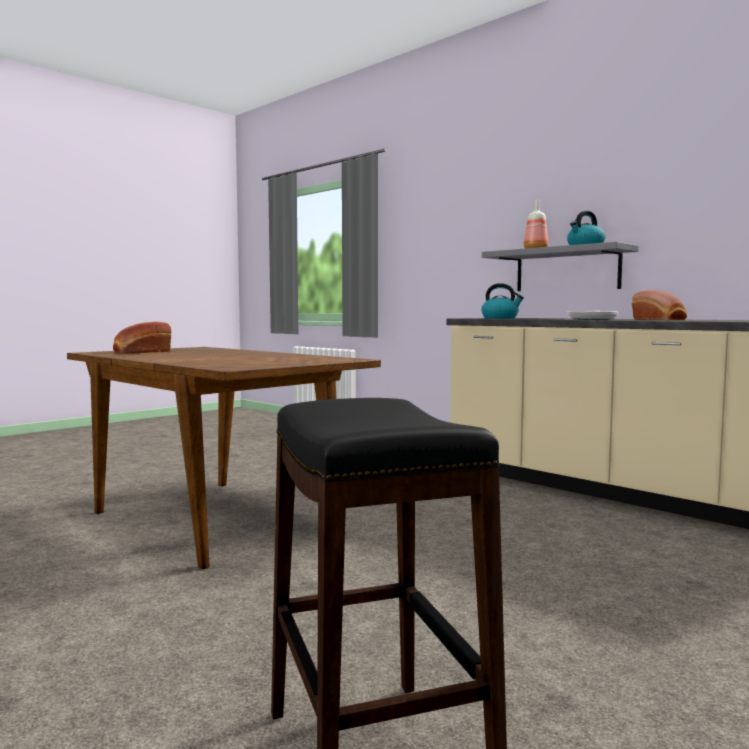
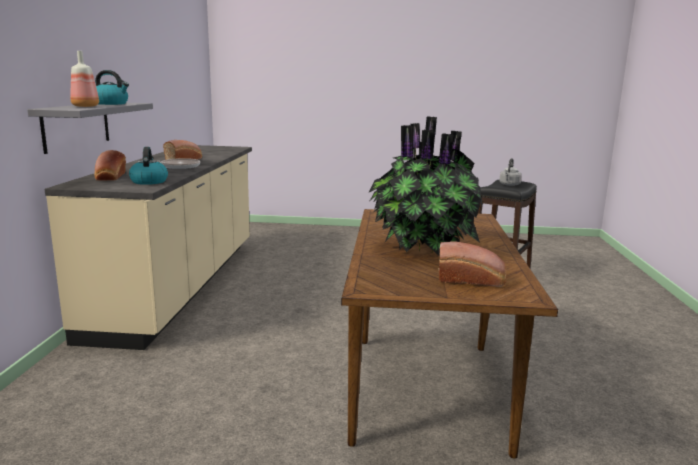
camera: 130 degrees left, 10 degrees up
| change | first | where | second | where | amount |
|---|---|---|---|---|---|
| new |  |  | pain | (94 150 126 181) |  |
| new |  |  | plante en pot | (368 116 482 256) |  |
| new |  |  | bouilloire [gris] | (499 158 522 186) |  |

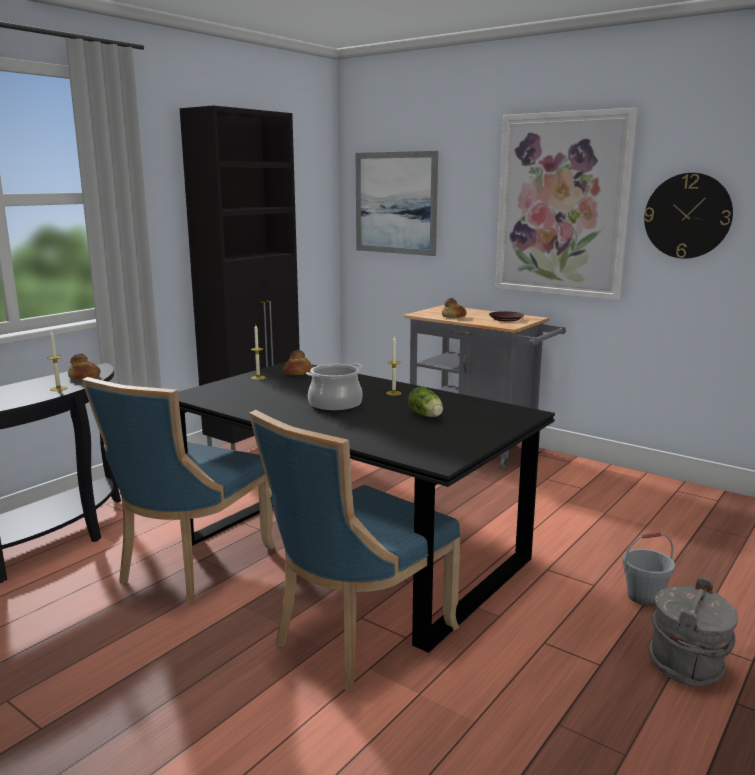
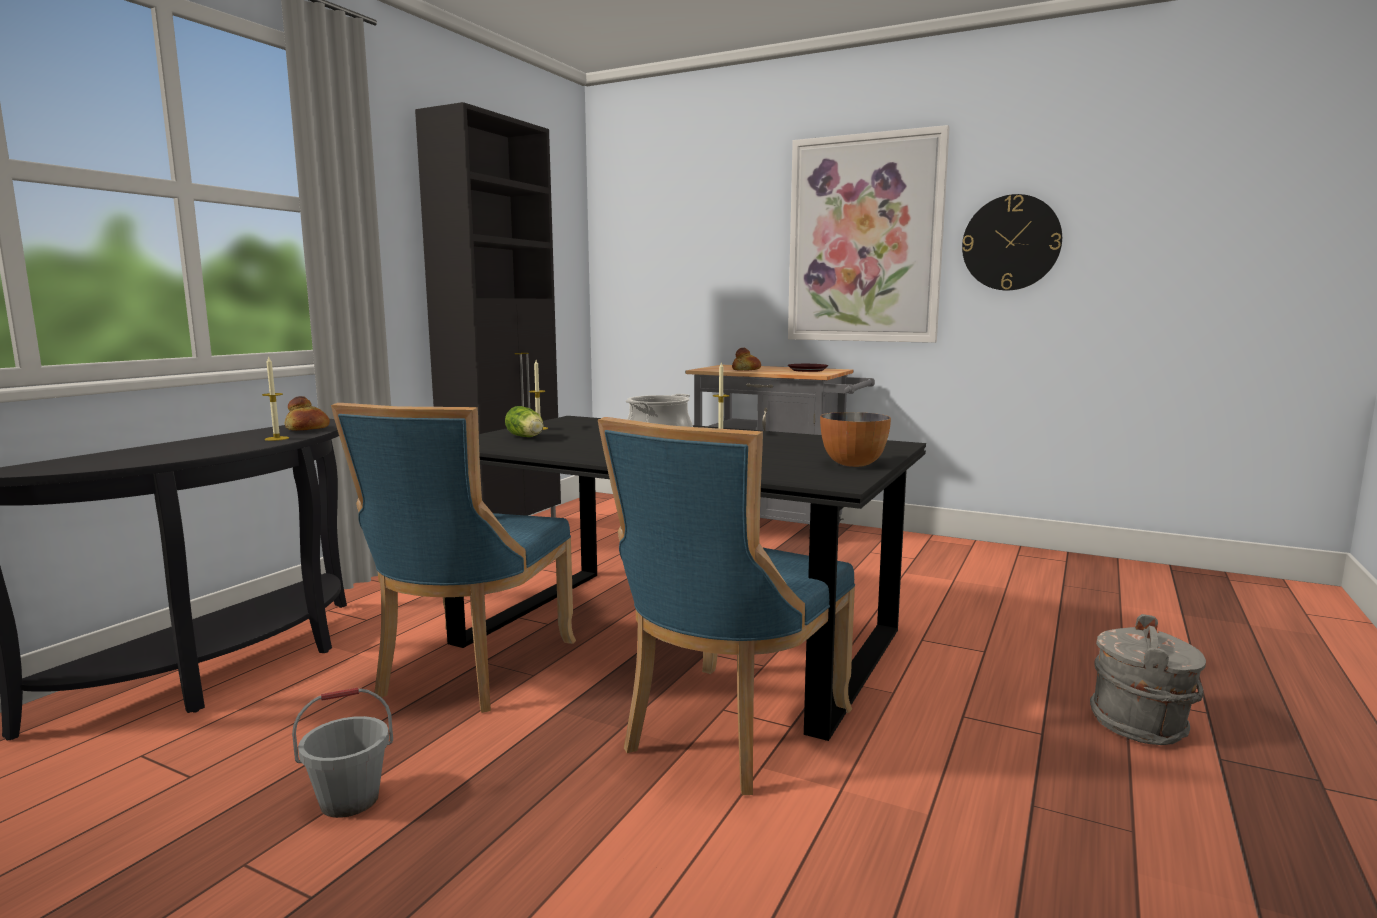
camera: 10 degrees left, 5 degrees down
| change | first | where | second | where | amount |
|---|---|---|---|---|---|
| shifted | seau [gris] | (622 532 675 606) |  | (292 688 393 818) |  |
| shifted | laitue | (408 387 443 417) |  | (505 406 543 437) |  |
| new |  |  | bol | (820 412 891 467) |  |
| gone | pain | (283 350 313 375) |  |  |  |
| gone | tableau | (356 151 438 256) |  |  |  |

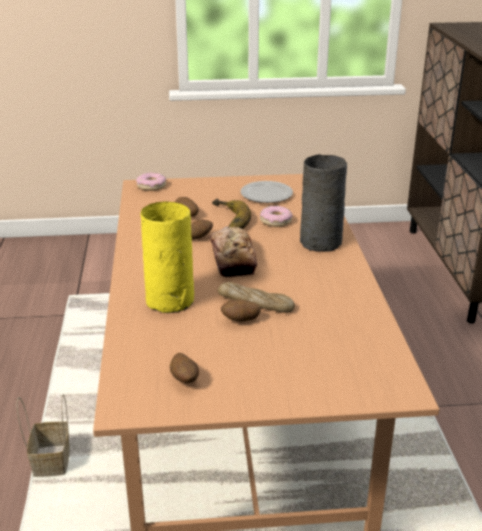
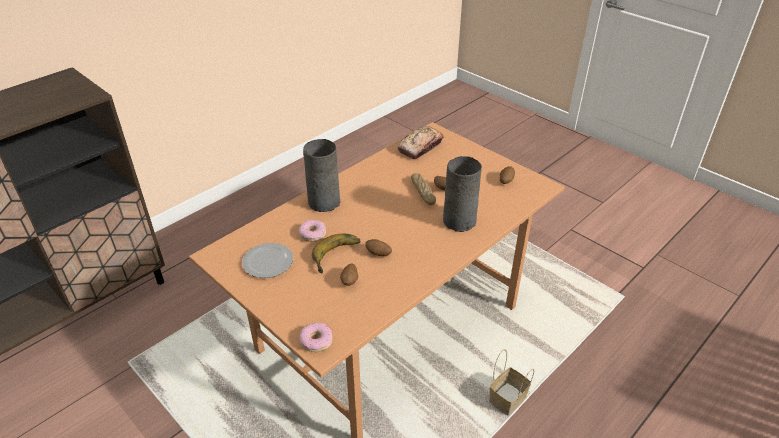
camera: 130 degrees left, 10 degrees up
| change | first | where | second | where | amount |
|---|---|---|---|---|---|
| shifted | pain | (210 227 257 277) |  | (397 126 444 159) |  |
| repainted | vase [jaune] | (141 201 194 313) | vase [gris] | (443 156 482 232) |  |

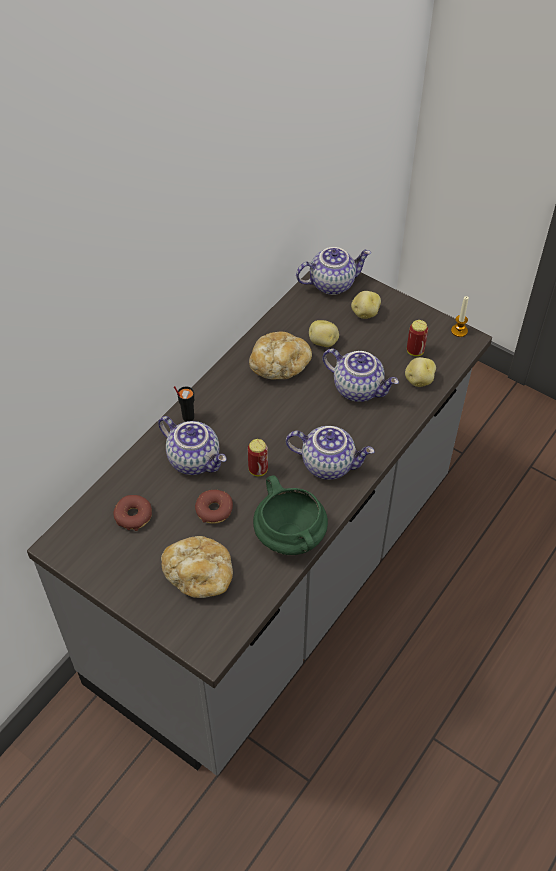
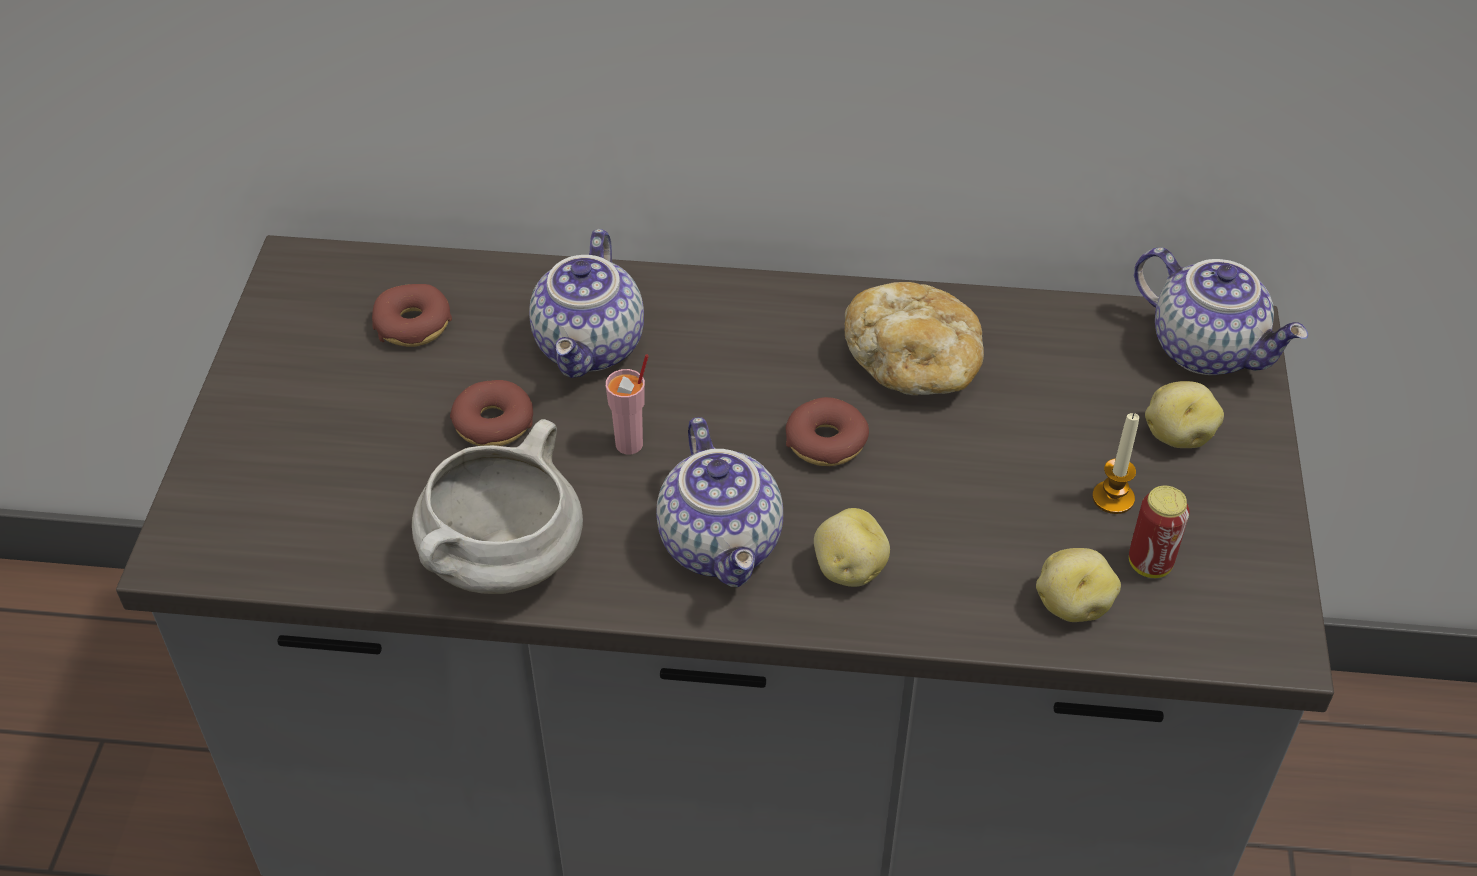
camera: 60 degrees right, 5 degrees down
| change | first | where | second | where | amount |
|---|---|---|---|---|---|
| repainted | marmite [vert] | (253 475 328 555) | marmite [blanc] | (412 419 583 594) |  |
| swapped | boîte métallique | (248 439 268 476) | tasse [rose] | (606 354 648 454) |  |
| new |  |  | beignet | (786 397 869 466) |  |
| shifted | pomme de terre | (309 320 339 347) |  | (814 508 890 587) |  |
| shifted | bougie | (451 296 469 337) |  | (1092 413 1139 514) |  |
| gone | pain | (161 536 233 598) |  |  |  |
| gone | tasse [noir] | (174 386 194 422) |  |  |  |
| gone | théière | (322 348 399 402) |  |  |  |

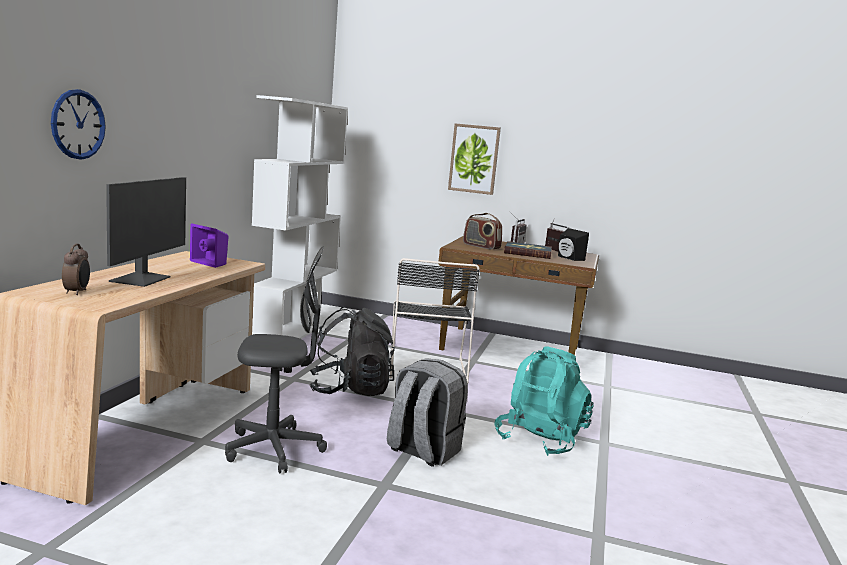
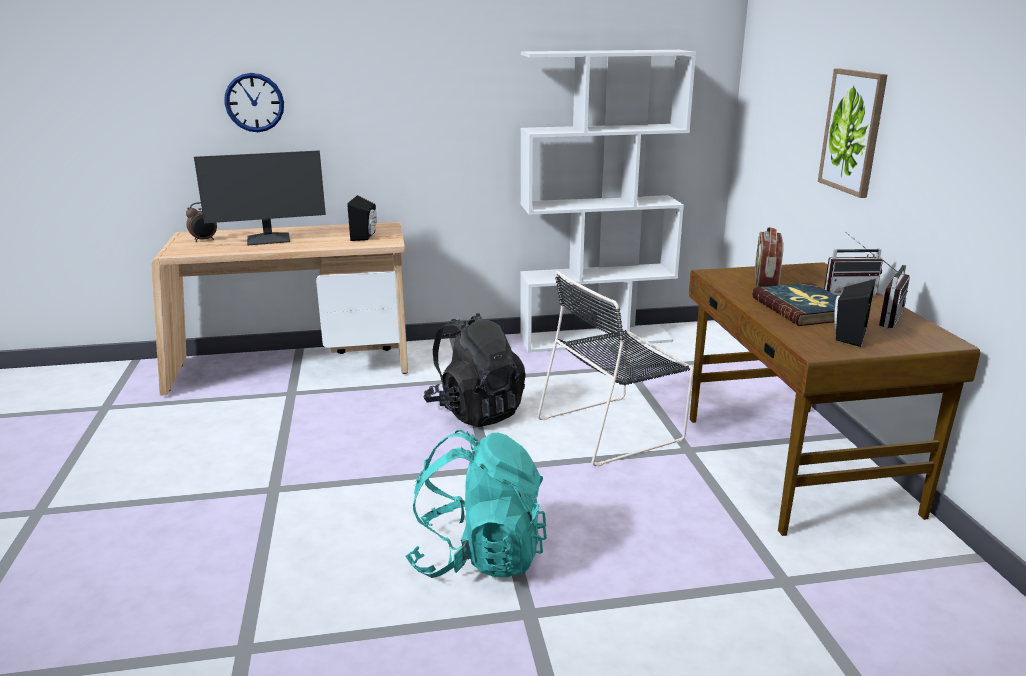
camera: 65 degrees right, 10 degrees up
| change | first | where | second | where | amount |
|---|---|---|---|---|---|
| repainted | enceinte [violet] | (190 223 229 268) | enceinte [noir] | (347 195 377 241) |  |
| gone | chaise de bureau [gris] | (225 246 327 473) |  |  |  |
| gone | sac à dos [gris] | (387 358 468 467) |  |  |  |

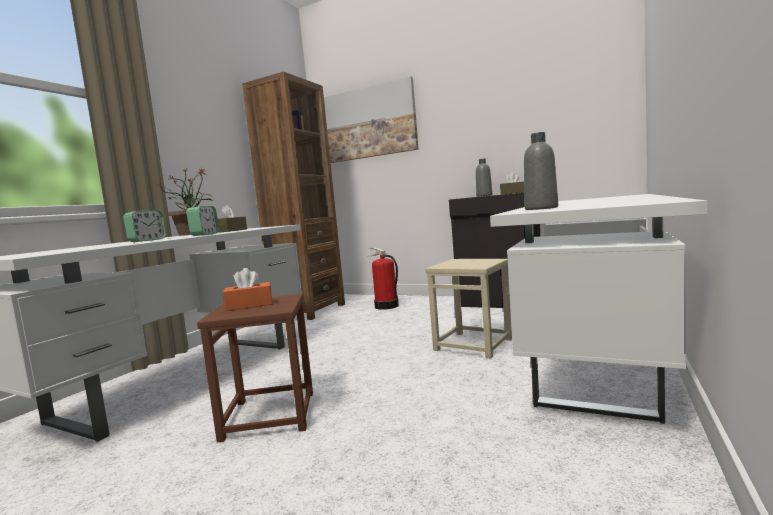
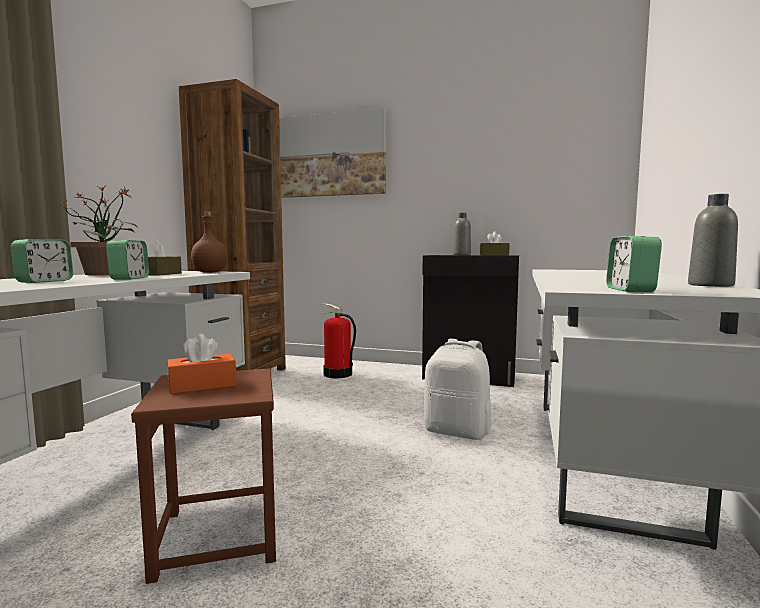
camera: 10 degrees left, 0 degrees up
| change | first | where | second | where | amount |
|---|---|---|---|---|---|
| new |  |  | bouteille [marron] | (191 211 228 273) |  |
| swapped | tabouret [beige] | (425 259 512 359) | sac à dos [blanc] | (423 339 491 440) |  |
| new |  |  | réveil | (606 236 662 292) |  |
| shifted | bouteille [gris] | (524 132 558 210) |  | (688 194 738 287) |  |

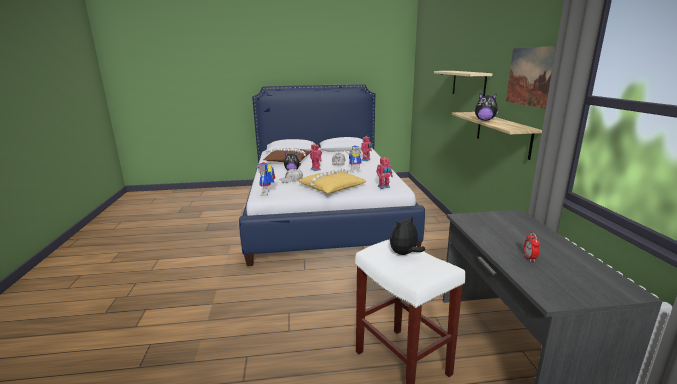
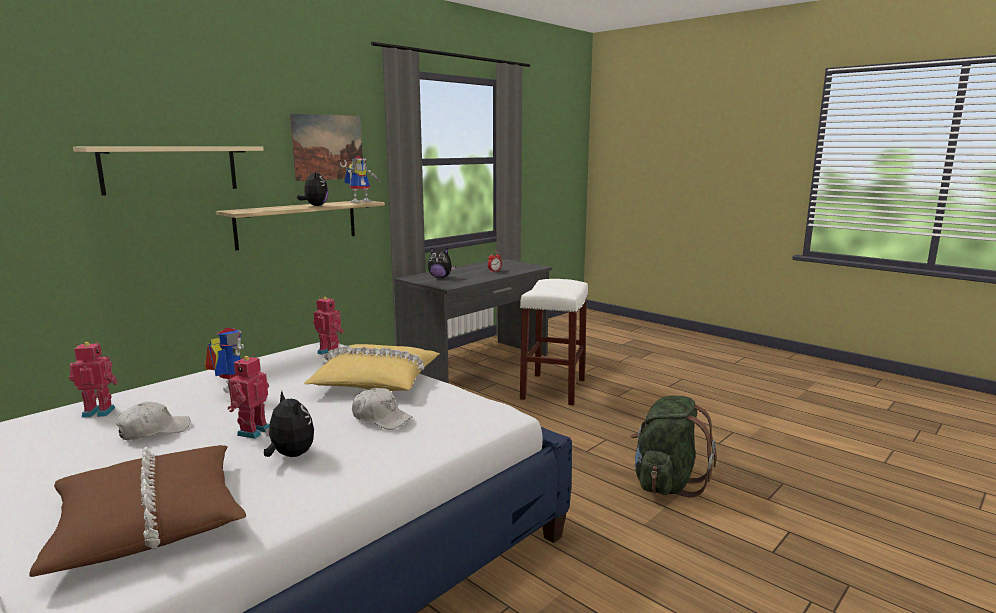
camera: 130 degrees left, 5 degrees down
| change | first | where | second | where | amount |
|---|---|---|---|---|---|
| shifted | robot jouet | (257 162 275 196) |  | (340 156 381 203) |  |
| shifted | peluche | (390 215 425 255) |  | (428 247 455 278) |  |
| new |  |  | sac à dos [vert] | (630 395 717 497) |  |

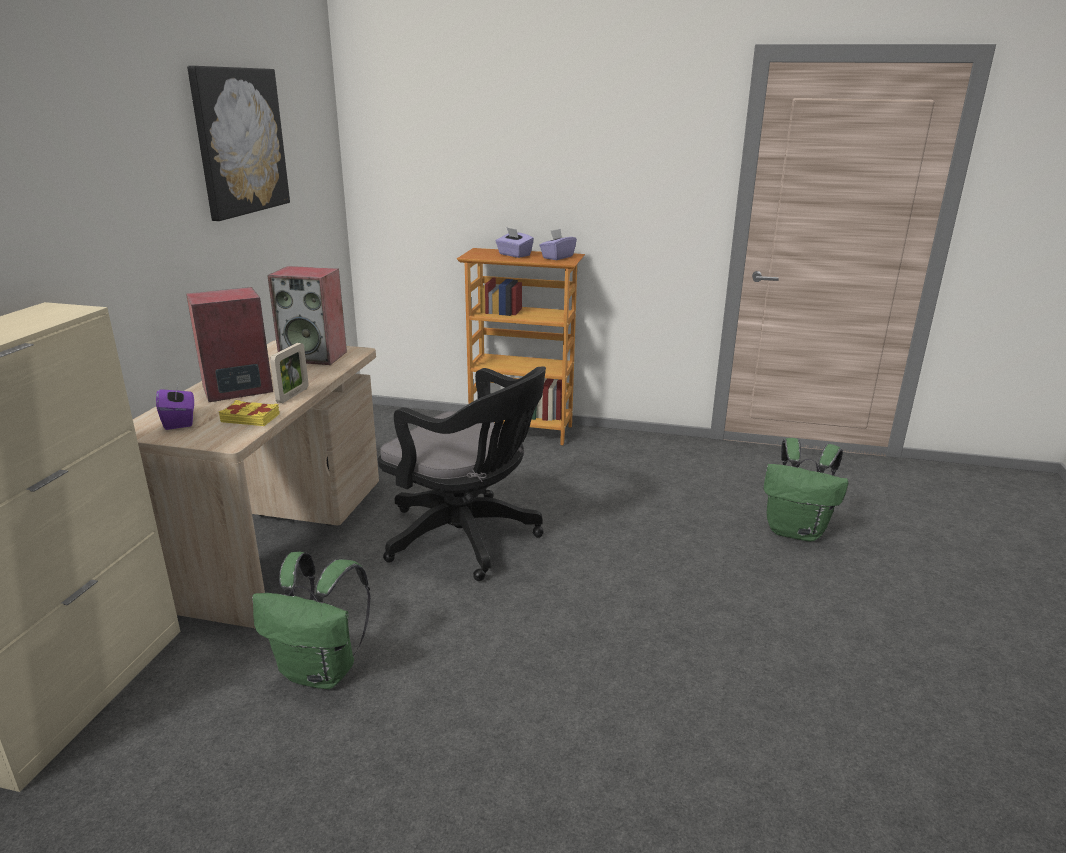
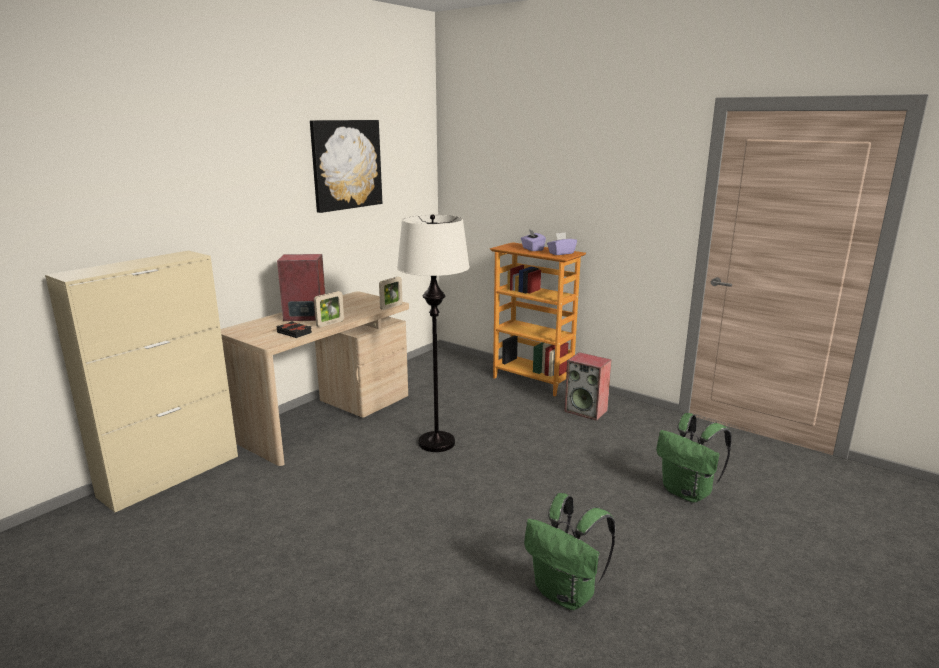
camera: 25 degrees right, 5 degrees down
| change | first | where | second | where | amount |
|---|---|---|---|---|---|
| repainted | livre [jaune] | (219 400 280 426) | livre [noir] | (277 321 312 338) |  |
| new |  |  | cadre photo | (379 277 402 310) |  |
| swapped | chaise de bureau [noir] | (378 366 546 581) | lampadaire [blanc] | (397 215 470 452) |  |
| shifted | sac à dos [vert] | (252 552 371 689) |  | (524 493 615 610) |  |
| shifted | enceinte | (267 266 347 365) |  | (564 352 612 421) |  |
| gone | boîte à mouchoirs [violet] | (156 381 194 430) |  |  |  |

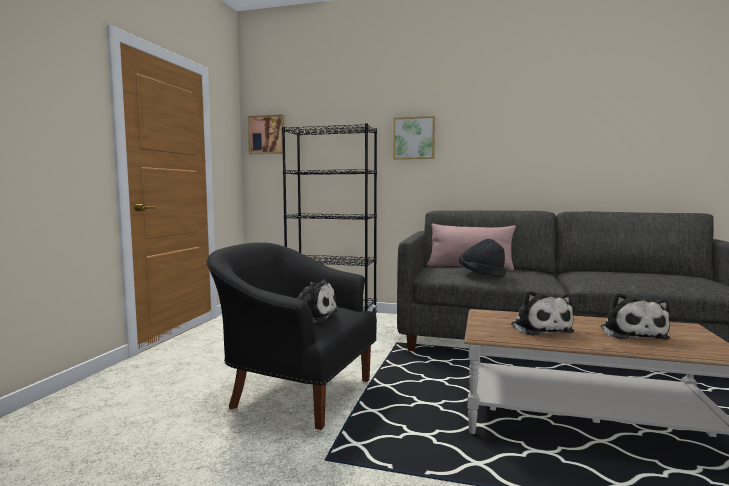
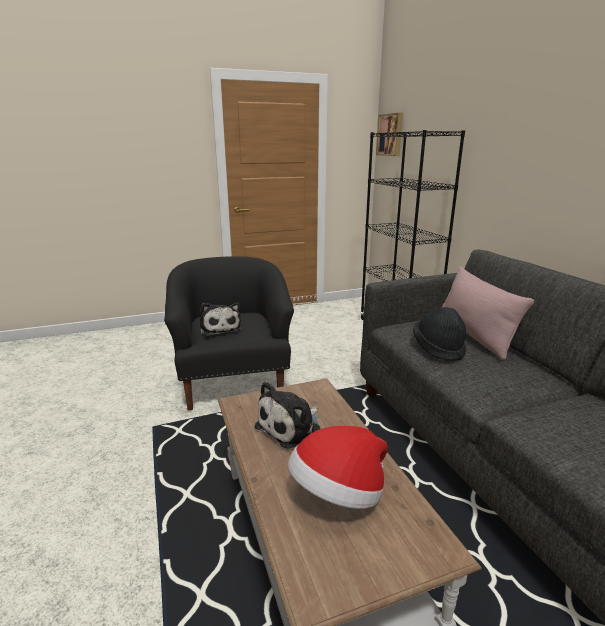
camera: 55 degrees right, 15 degrees up
| change | first | where | second | where | amount |
|---|---|---|---|---|---|
| swapped | peluche | (601 292 670 340) | chapeau | (288 426 388 509) |  |
| gone | tableau | (393 116 435 159) |  |  |  |

